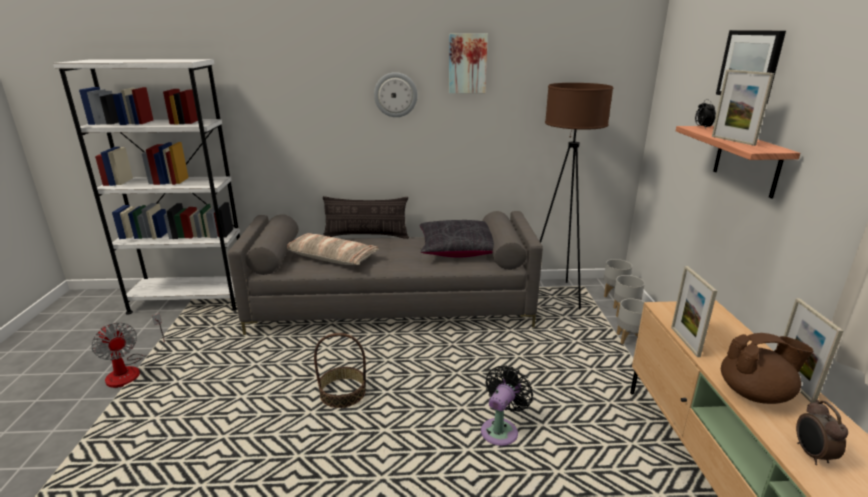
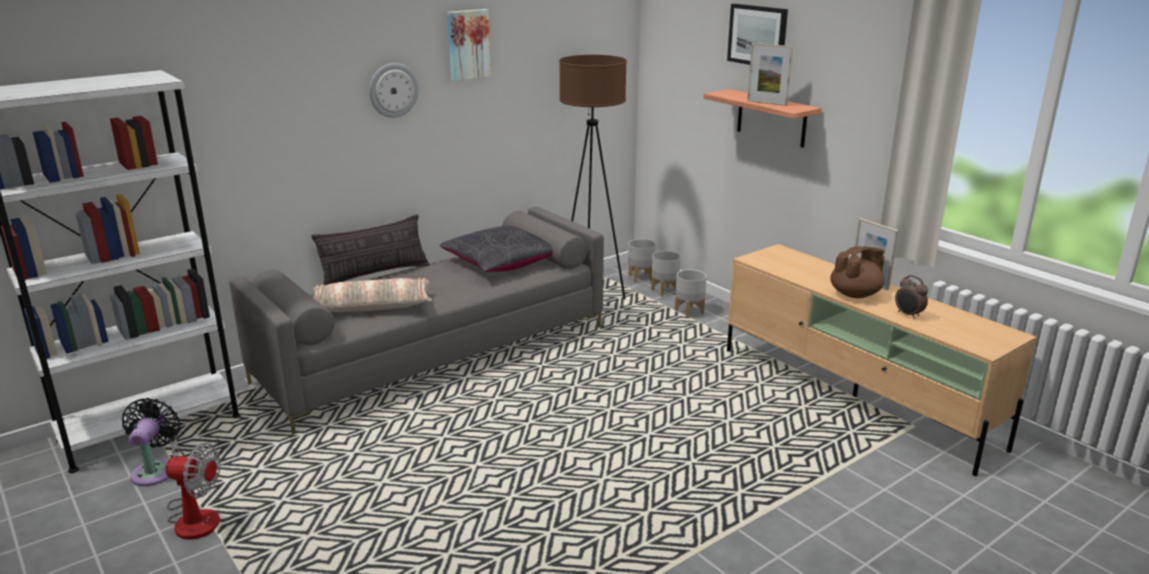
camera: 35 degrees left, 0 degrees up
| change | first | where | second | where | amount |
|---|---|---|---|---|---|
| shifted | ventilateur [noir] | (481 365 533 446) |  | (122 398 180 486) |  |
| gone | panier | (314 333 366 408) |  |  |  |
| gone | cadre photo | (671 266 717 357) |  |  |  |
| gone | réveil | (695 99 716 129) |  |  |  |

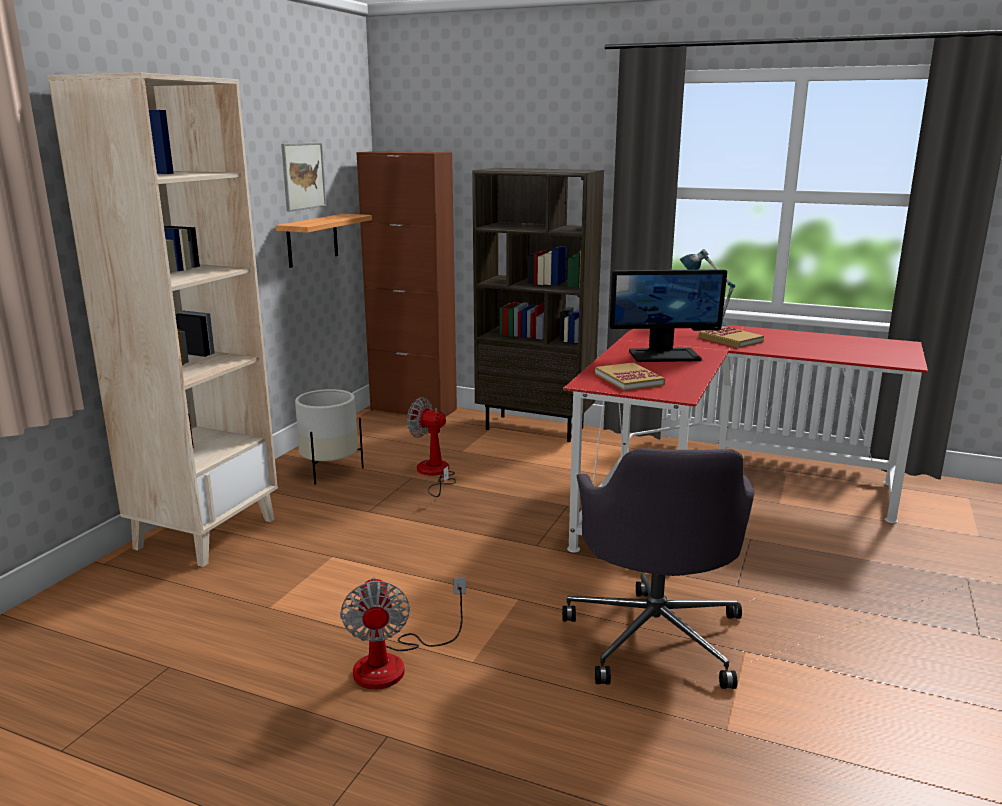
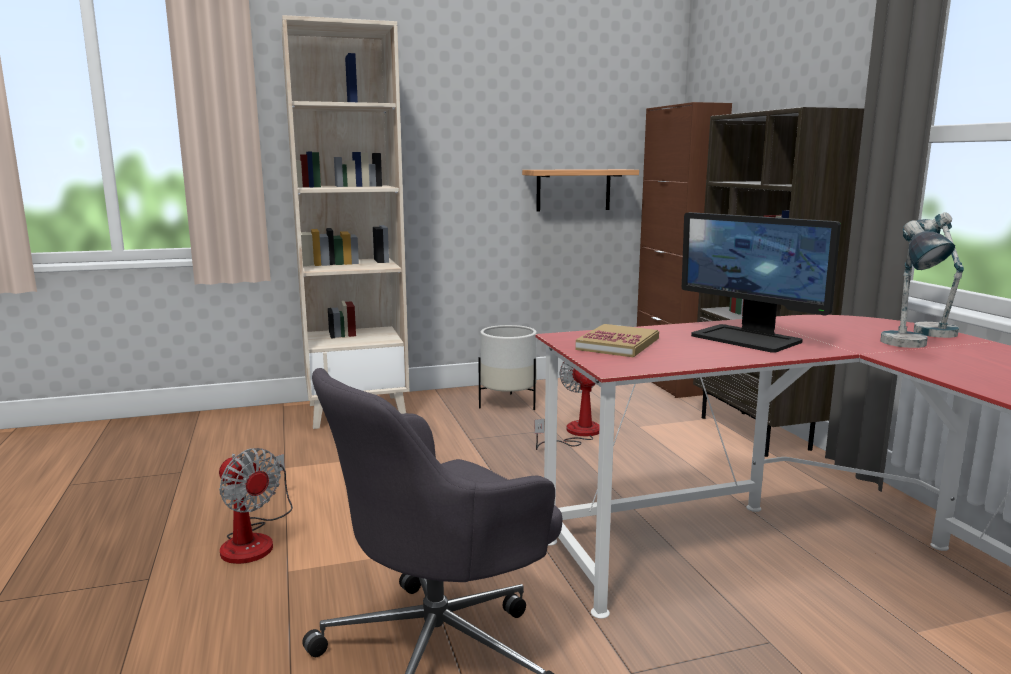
camera: 50 degrees right, 5 degrees down
| change | first | where | second | where | amount |
|---|---|---|---|---|---|
| rotated | ventilateur | (340 577 466 689) |  | (219 448 293 564) | 90 degrees counterclockwise |
| swapped | livre | (699 326 764 348) | lampe de table | (880 220 955 348) |  |
| gone | tableau | (281 142 326 212) |  |  |  |

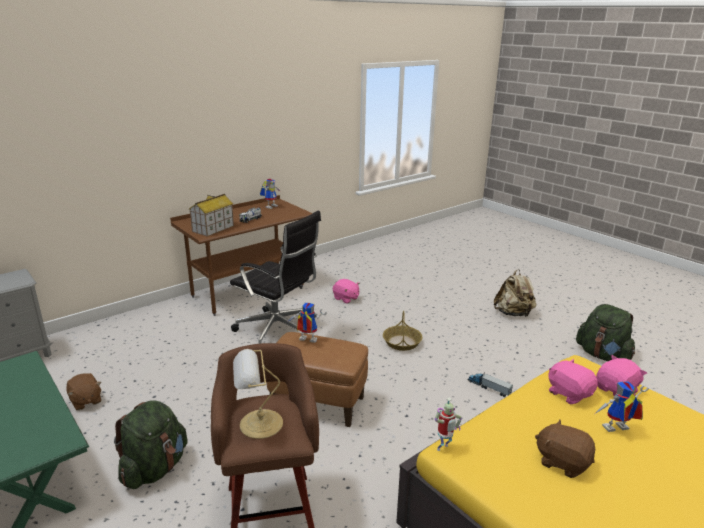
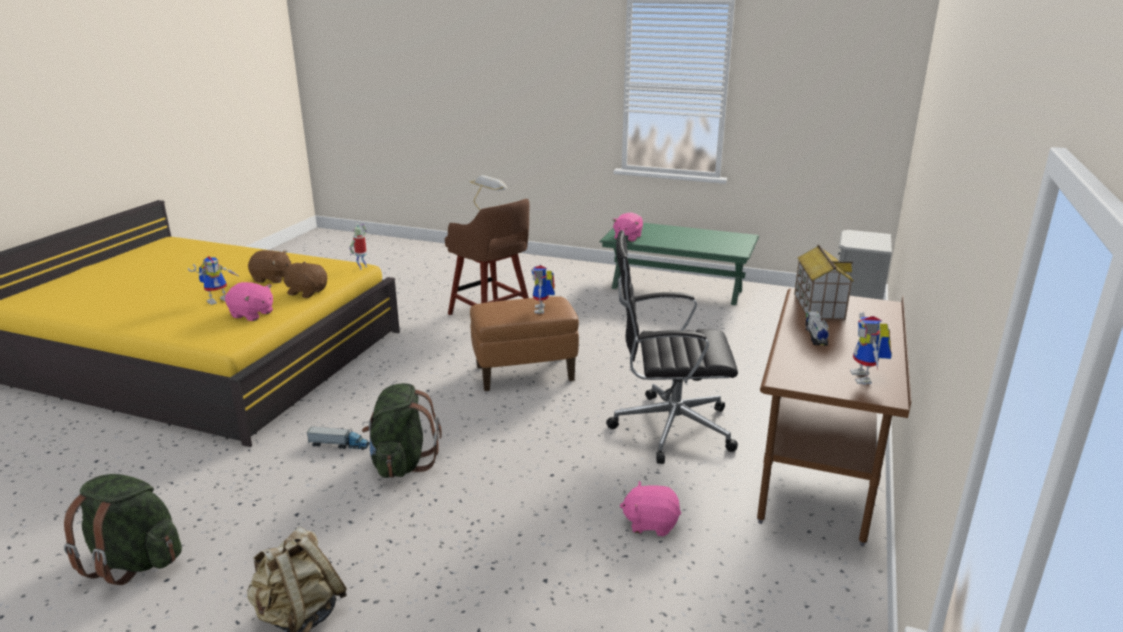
camera: 150 degrees right, 0 degrees up
| change | first | where | second | where | amount |
|---|---|---|---|---|---|
| shifted | peluche [marron] | (66 373 102 410) |  | (282 262 327 298) |  |
| shifted | sac à dos [vert] | (114 401 188 489) |  | (362 383 442 478) |  |
| rotated | robot jouet | (288 303 327 343) |  | (531 264 555 313) | 105 degrees clockwise |
| shifted | peluche [rose] | (596 355 647 396) |  | (612 213 643 242) |  |
| gone | panier | (383 311 422 351) |  |  |  |

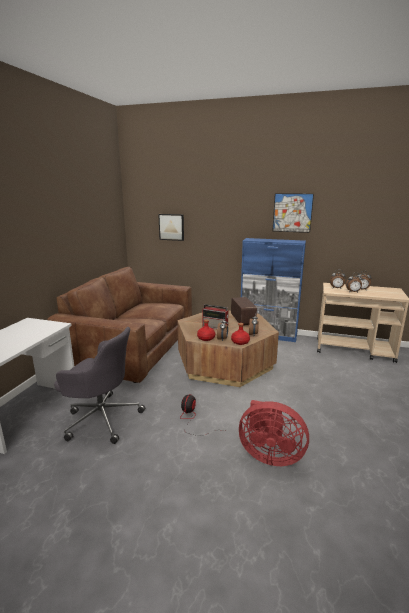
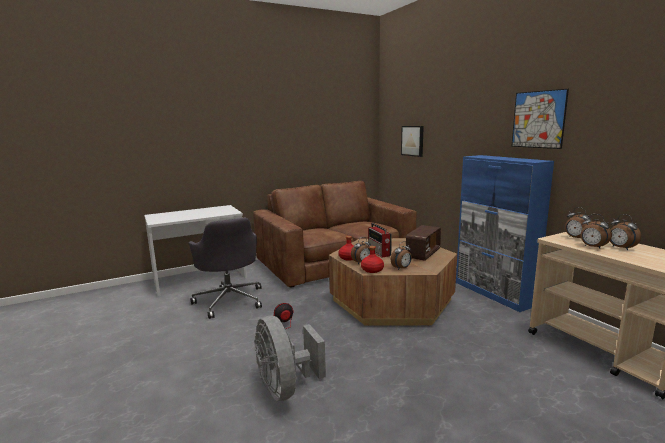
camera: 45 degrees right, 5 degrees down
| change | first | where | second | where | amount |
|---|---|---|---|---|---|
| repainted | ventilateur [rouge] | (239 400 309 466) | ventilateur [gris] | (255 316 326 401) |  |

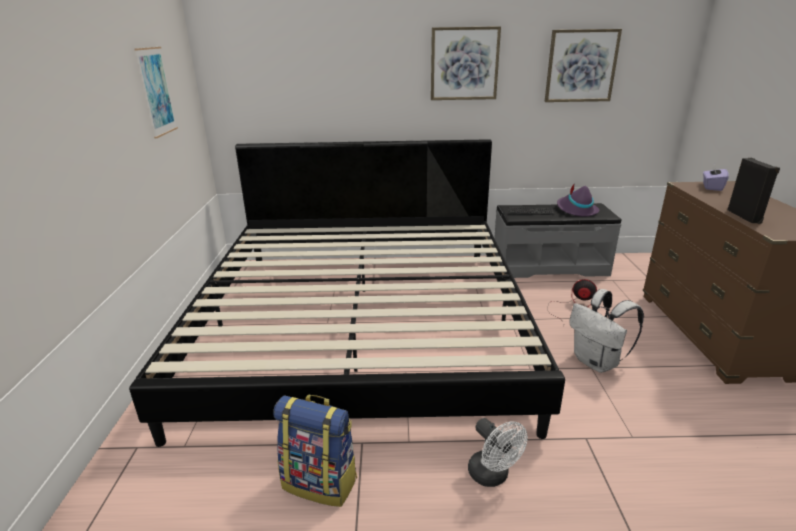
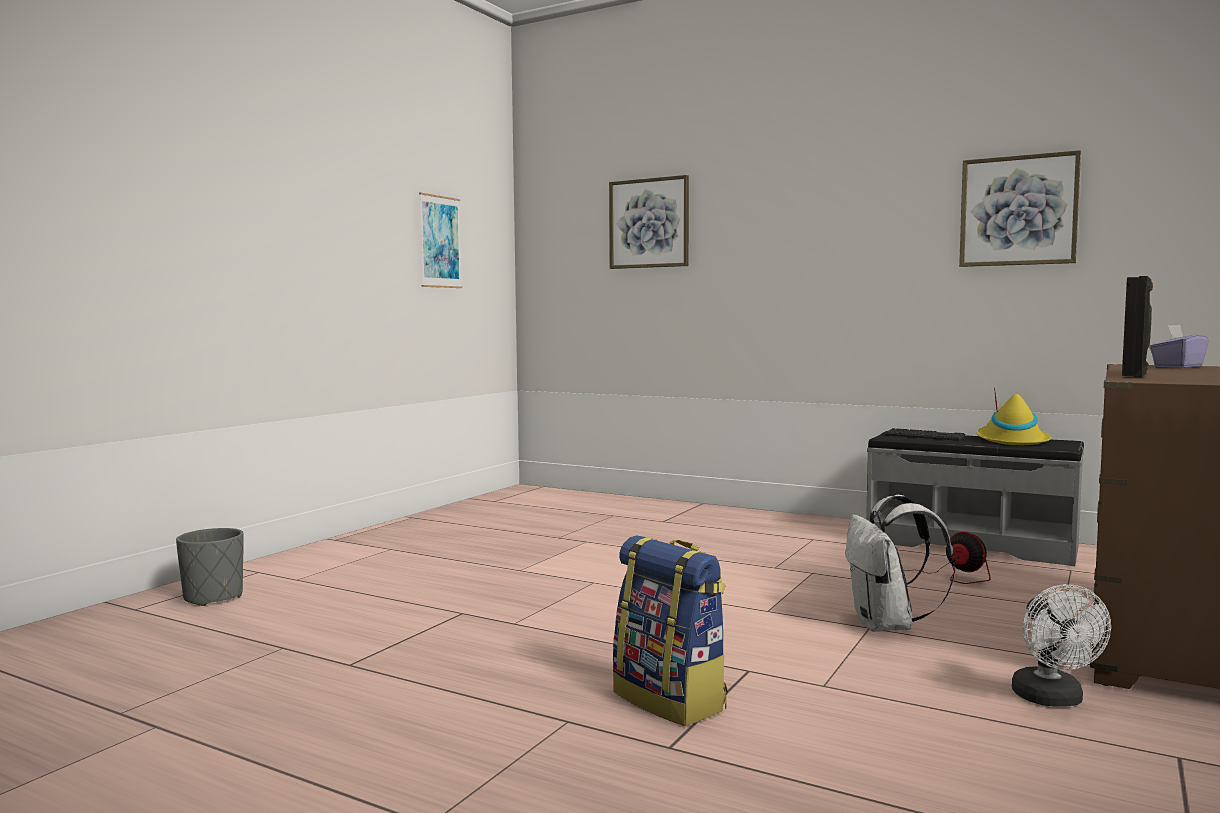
camera: 30 degrees right, 20 degrees down
| change | first | where | second | where | amount |
|---|---|---|---|---|---|
| new |  |  | cache-pot [gris] | (176 528 244 606) |  |
| shifted | tableau | (431 26 501 100) |  | (609 175 689 269) |  |
| shifted | sac à dos | (273 395 357 507) |  | (613 535 728 726) |  |
| repainted | chapeau [violet] | (557 183 599 217) | chapeau [jaune] | (977 387 1051 445) |  |
| shifted | ventilateur [blanc] | (468 418 528 487) |  | (1012 584 1111 707) |  |
| gone | lit | (129 139 565 447) |  |  |  |

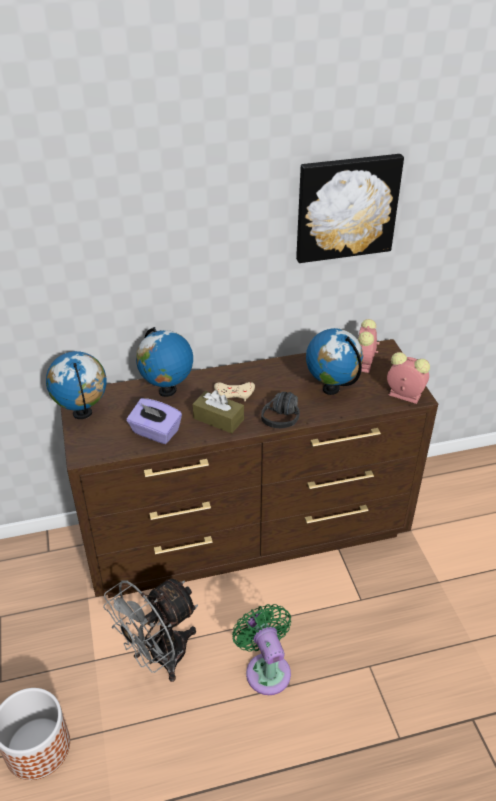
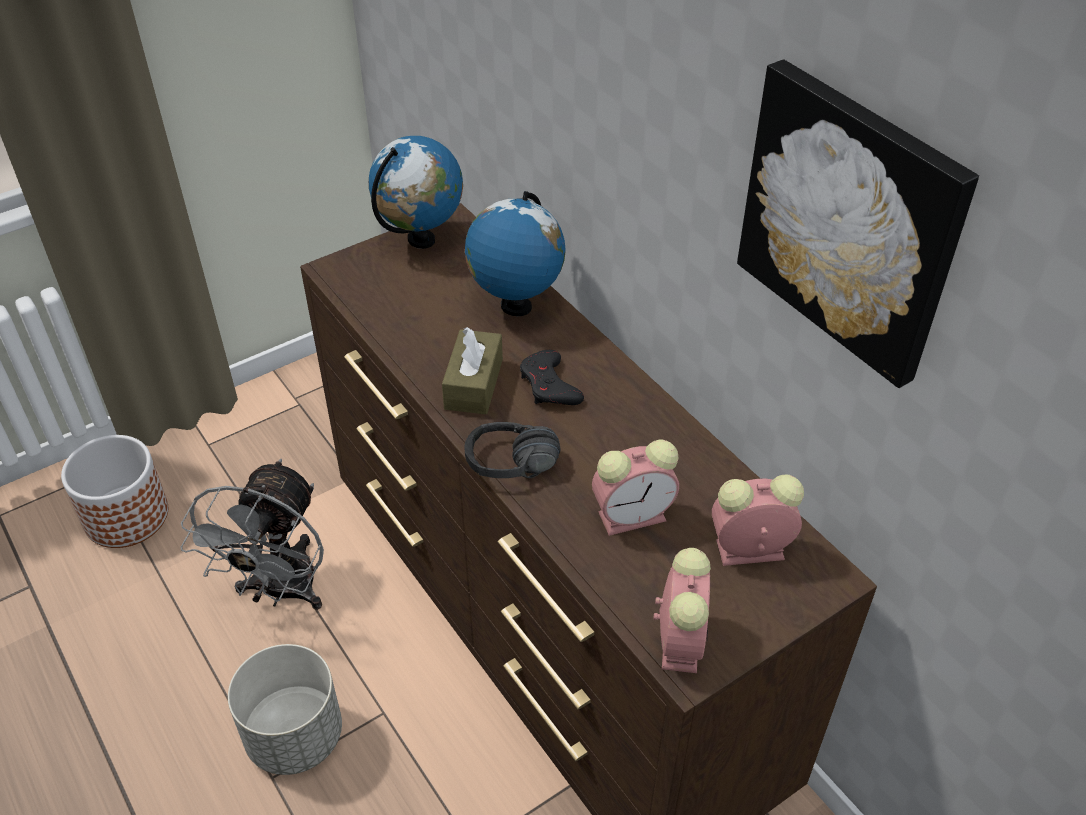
camera: 70 degrees right, 5 degrees up
| change | first | where | second | where | amount |
|---|---|---|---|---|---|
| rotated | ventilateur [gris] | (103 579 198 682) |  | (180 459 324 610) | 105 degrees counterclockwise |
| swapped | ventilateur [vert] | (232 604 291 695) | cache-pot [gris] | (228 644 342 775) |  |
| repainted | manette [beige] | (214 382 255 402) | manette [noir] | (520 350 584 405) |  |
| swapped | globe | (306 328 363 395) | réveil | (592 439 679 536) |  |
| gone | boîte à mouchoirs [violet] | (127 398 182 444) |  |  |  |

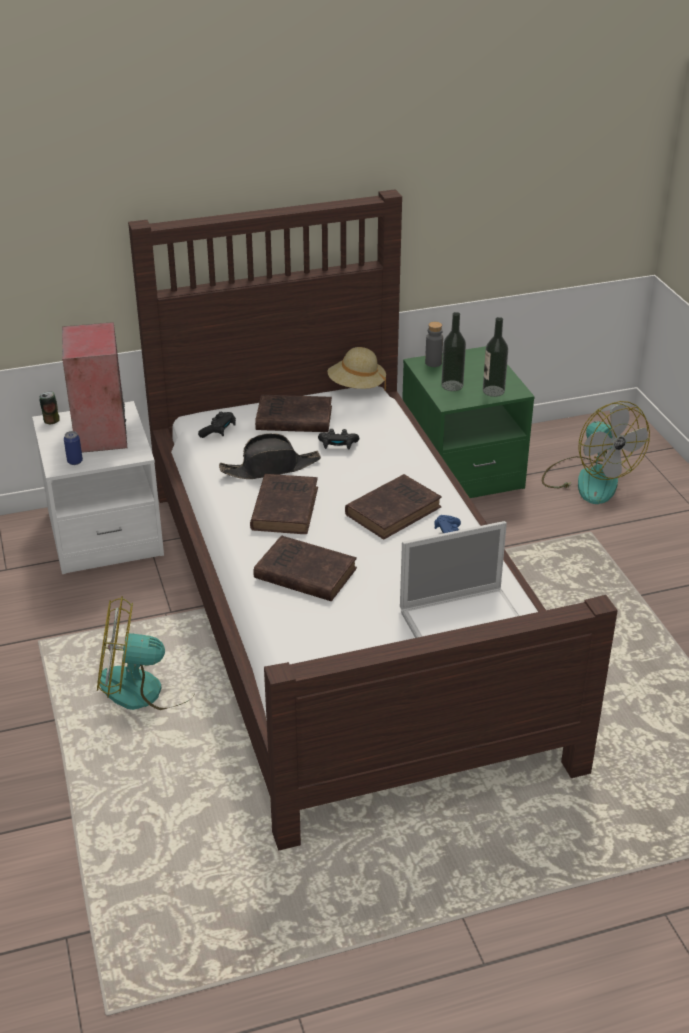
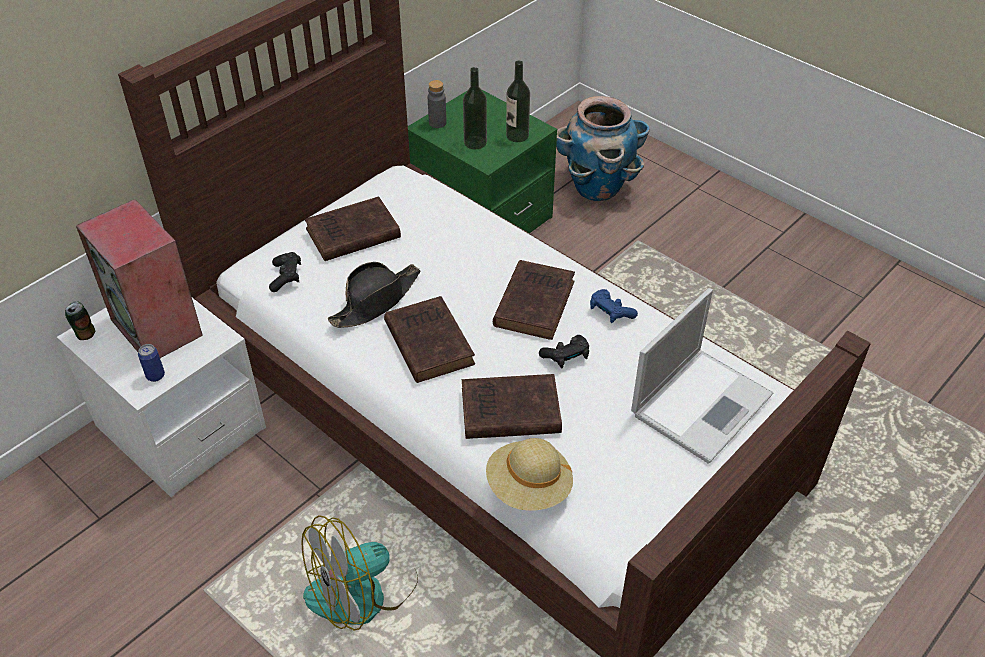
camera: 30 degrees left, 10 degrees up
| change | first | where | second | where | amount |
|---|---|---|---|---|---|
| shifted | chapeau [beige] | (328 347 386 391) |  | (486 438 573 511) |  |
| shifted | manette [noir] | (318 429 359 450) |  | (539 335 589 368) |  |
| swapped | ventilateur | (542 401 650 504) | cache-pot | (556 96 650 201) |  |

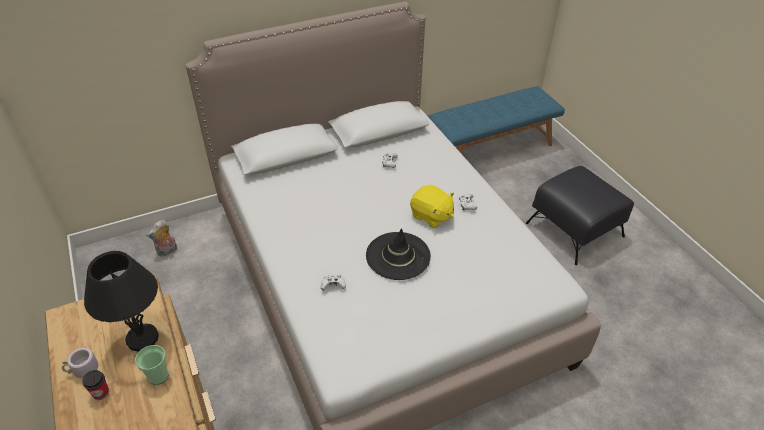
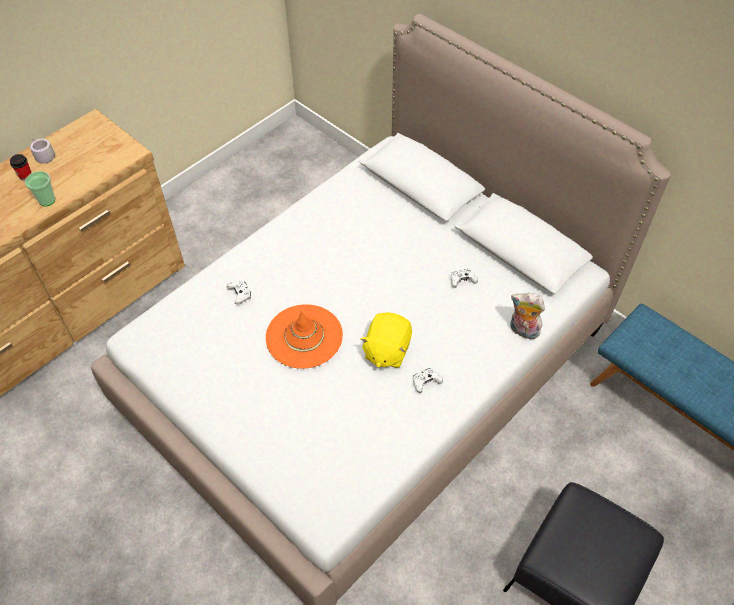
camera: 70 degrees right, 10 degrees up
| change | first | where | second | where | amount |
|---|---|---|---|---|---|
| repainted | chapeau [noir] | (366 228 431 280) | chapeau [orange] | (266 304 343 369) |  |
| shifted | peluche | (146 220 177 257) |  | (511 293 545 339) |  |
| gone | lampe de table [noir] | (84 251 159 351) |  |  |  |

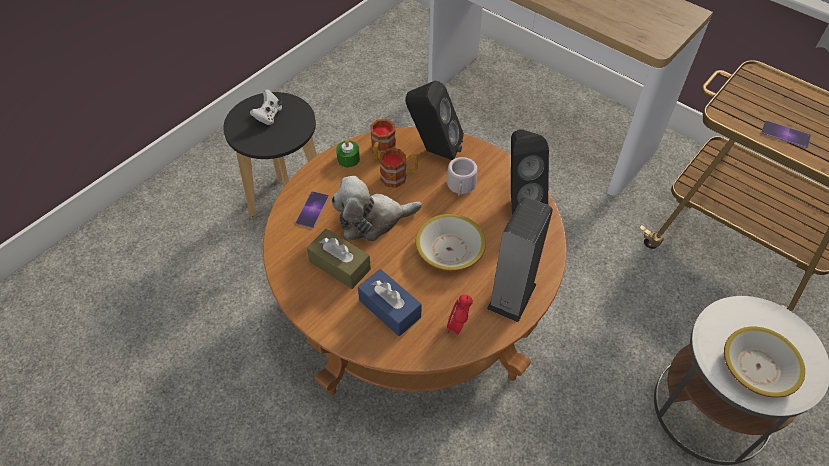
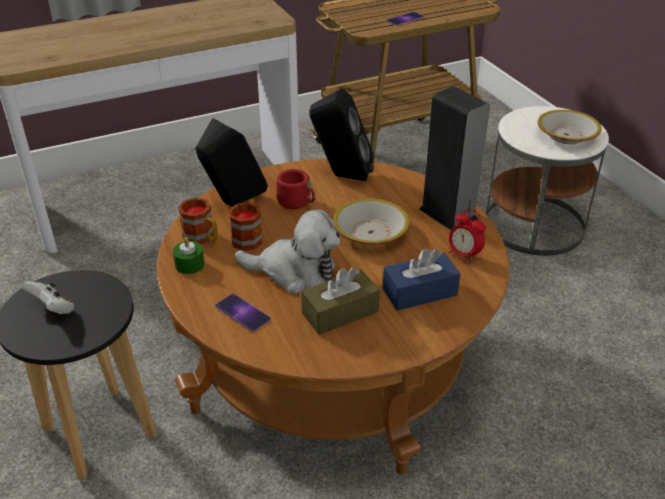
camera: 65 degrees left, 15 degrees down
| change | first | where | second | where | amount |
|---|---|---|---|---|---|
| rotated | peluche | (331 176 422 241) |  | (235 209 340 294) | 90 degrees counterclockwise |
| repainted | mug [gris] | (447 157 479 196) | mug [rouge] | (277 169 315 209) |  |

